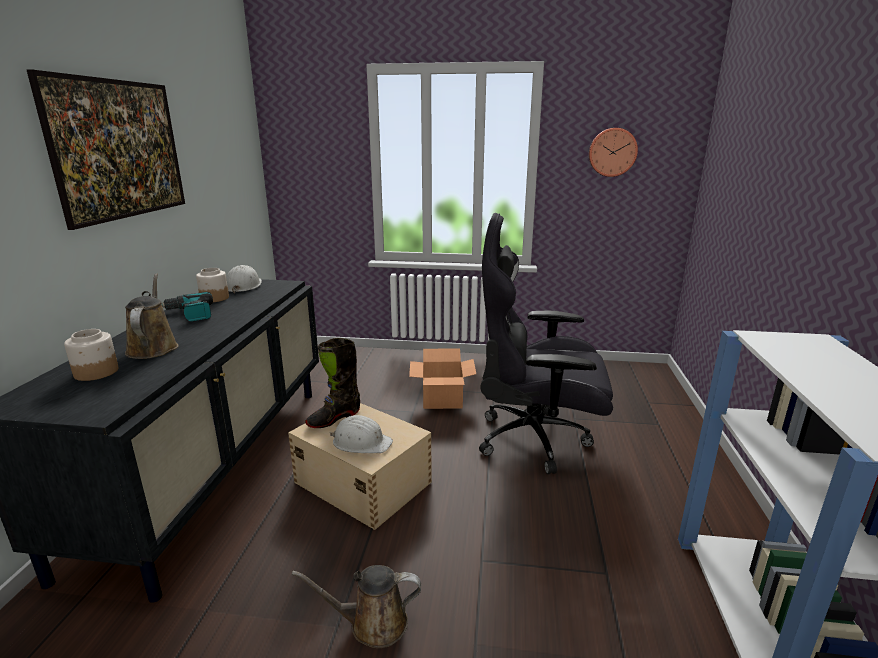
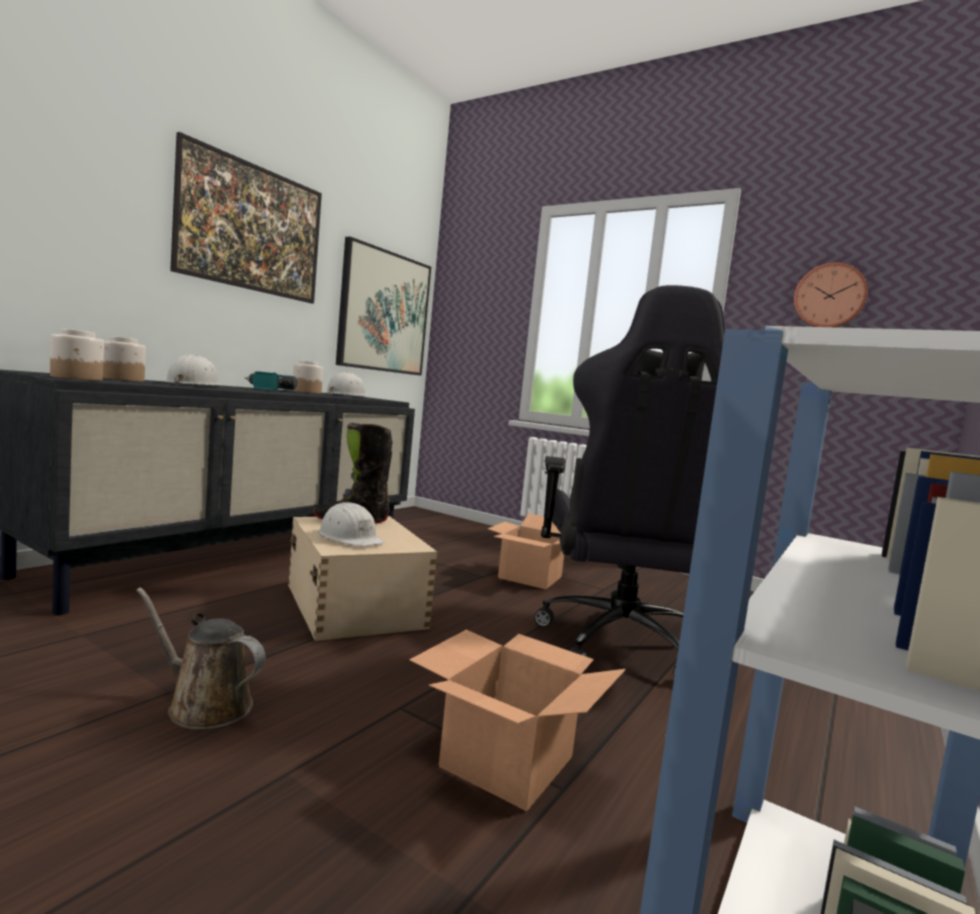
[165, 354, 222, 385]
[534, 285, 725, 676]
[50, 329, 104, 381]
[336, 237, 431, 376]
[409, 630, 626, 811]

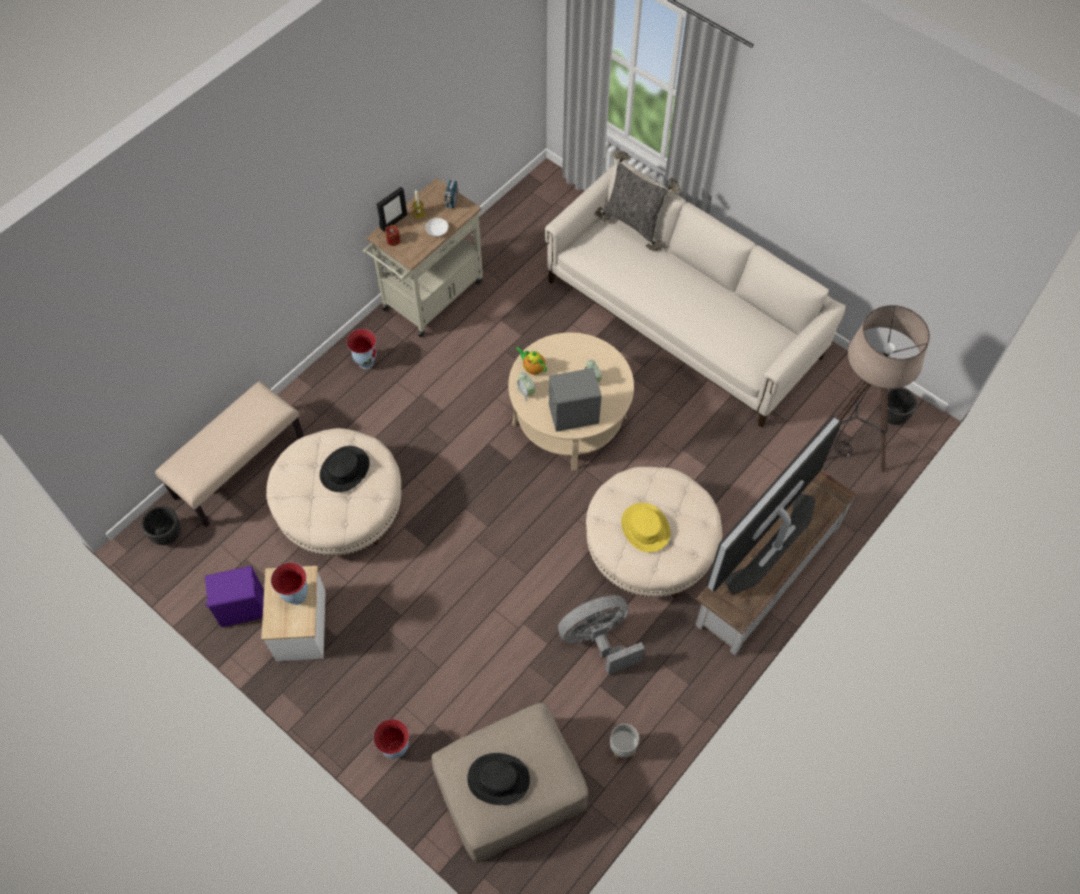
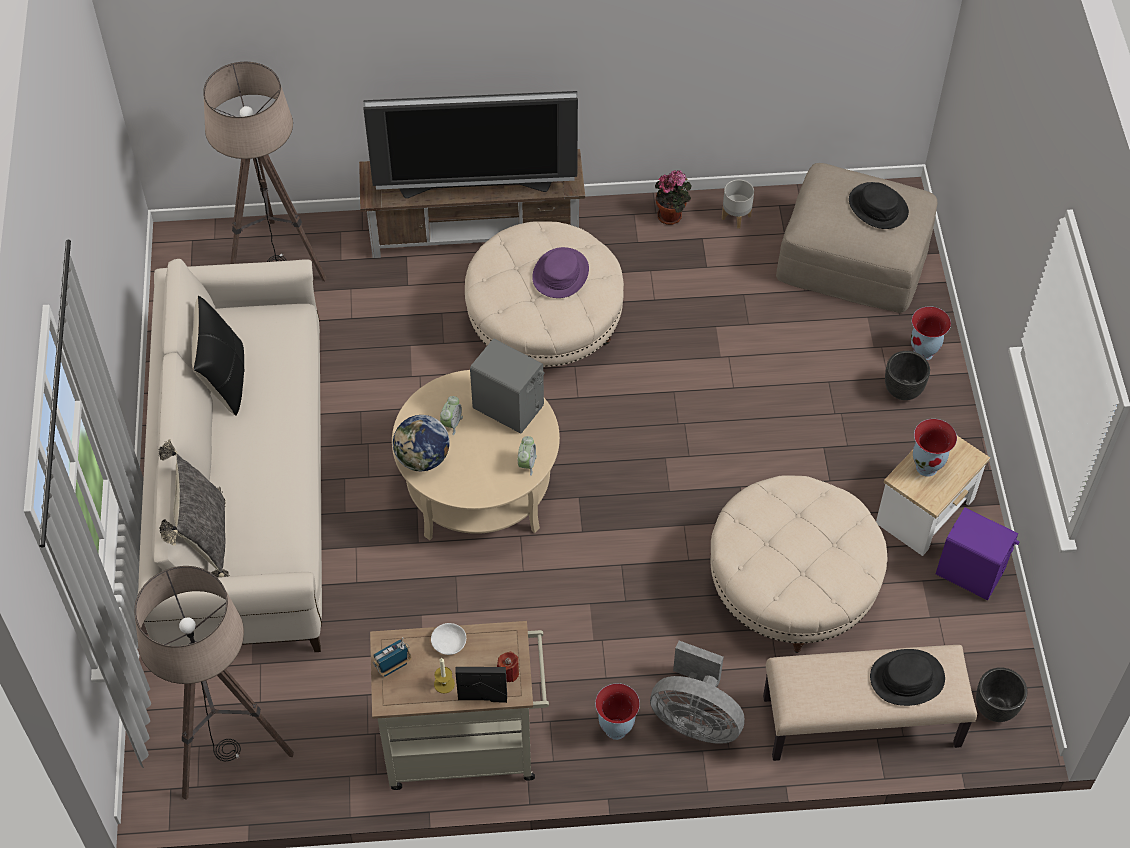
[870, 649, 945, 706]
[516, 347, 547, 375] (first image)
[650, 641, 744, 744]
[532, 247, 589, 298]
[885, 351, 930, 400]
[134, 566, 294, 800]
[192, 296, 245, 416]
[393, 415, 450, 471]
[655, 170, 692, 225]

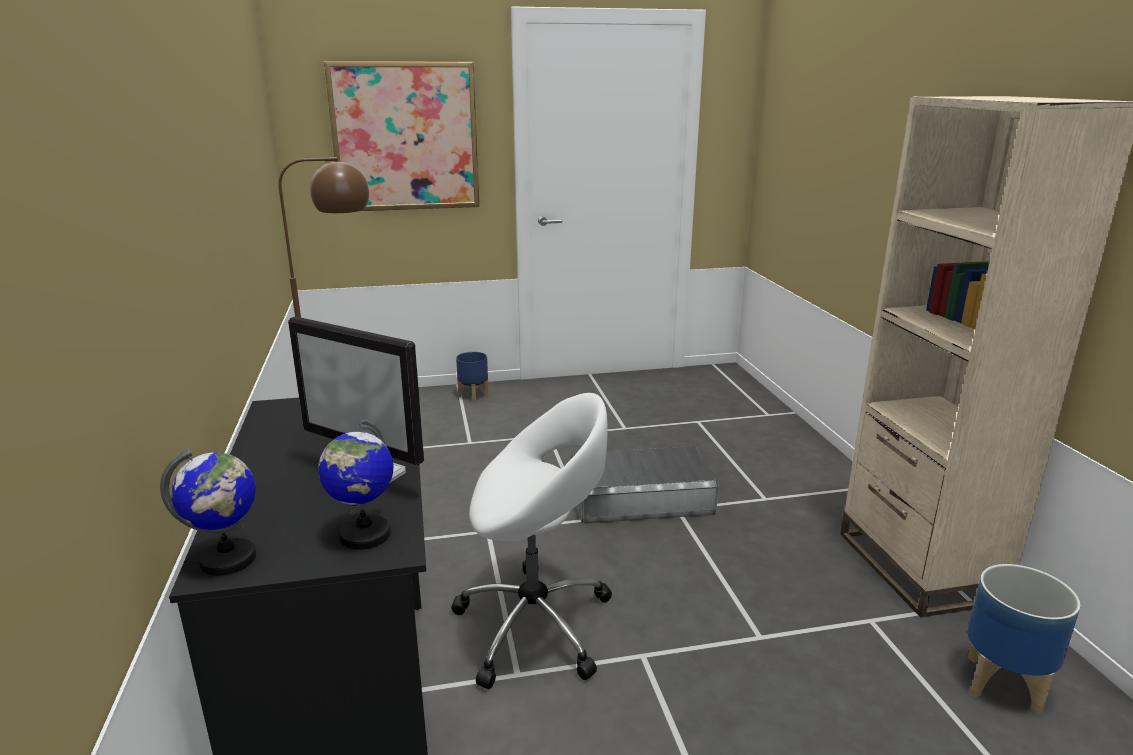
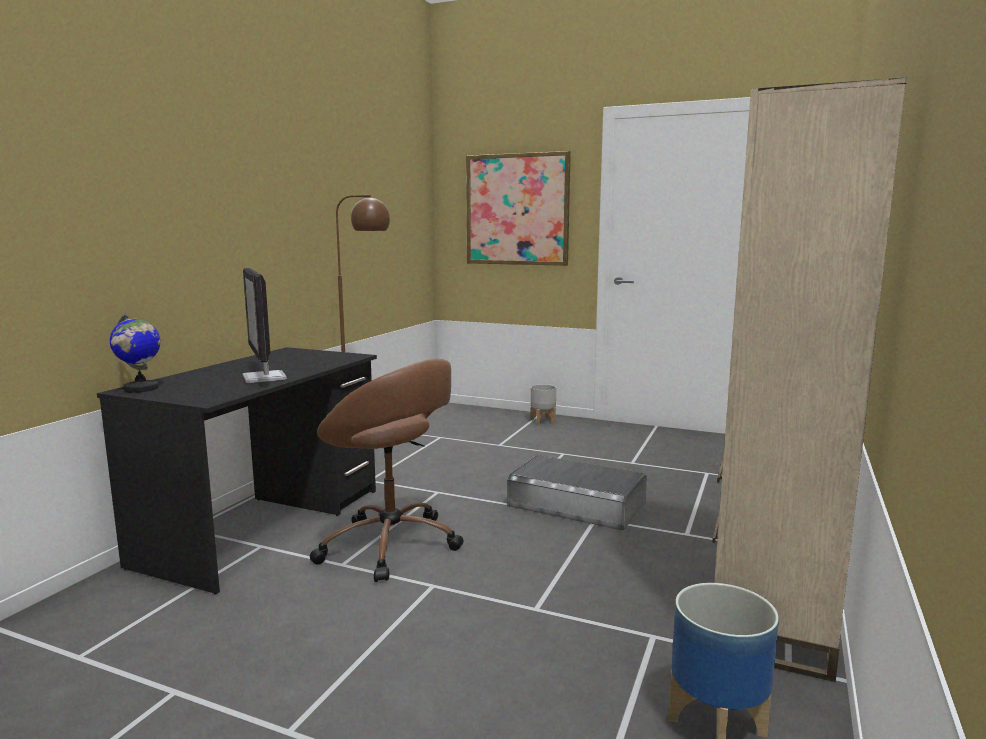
[318, 420, 394, 550] (first image)
[310, 359, 464, 582]
[530, 384, 556, 425]

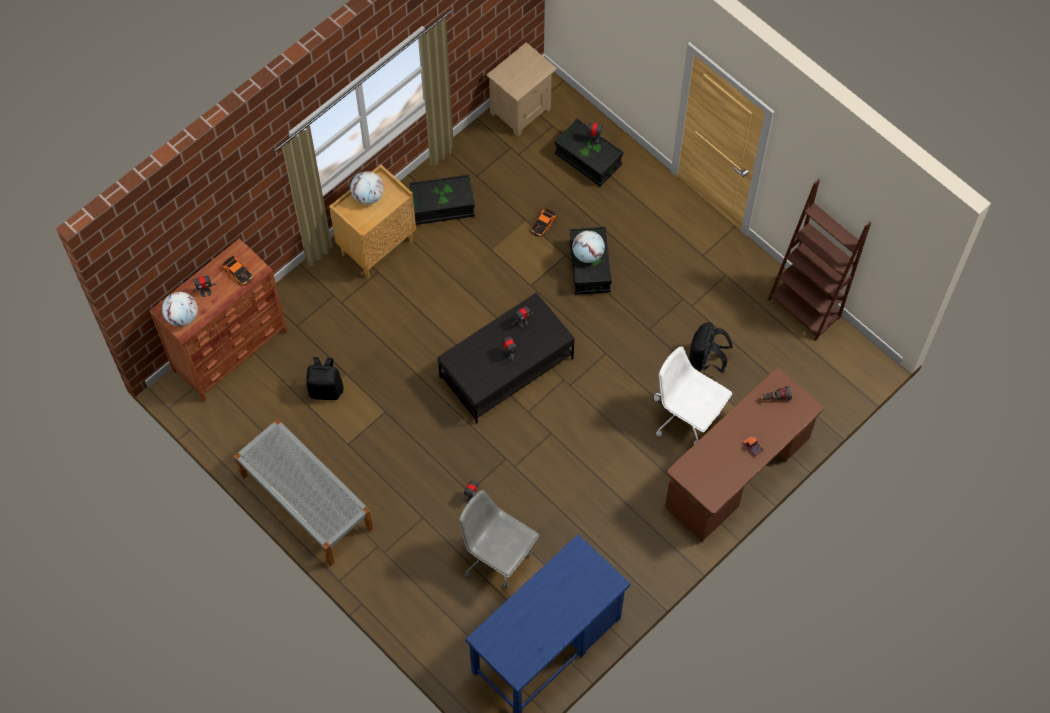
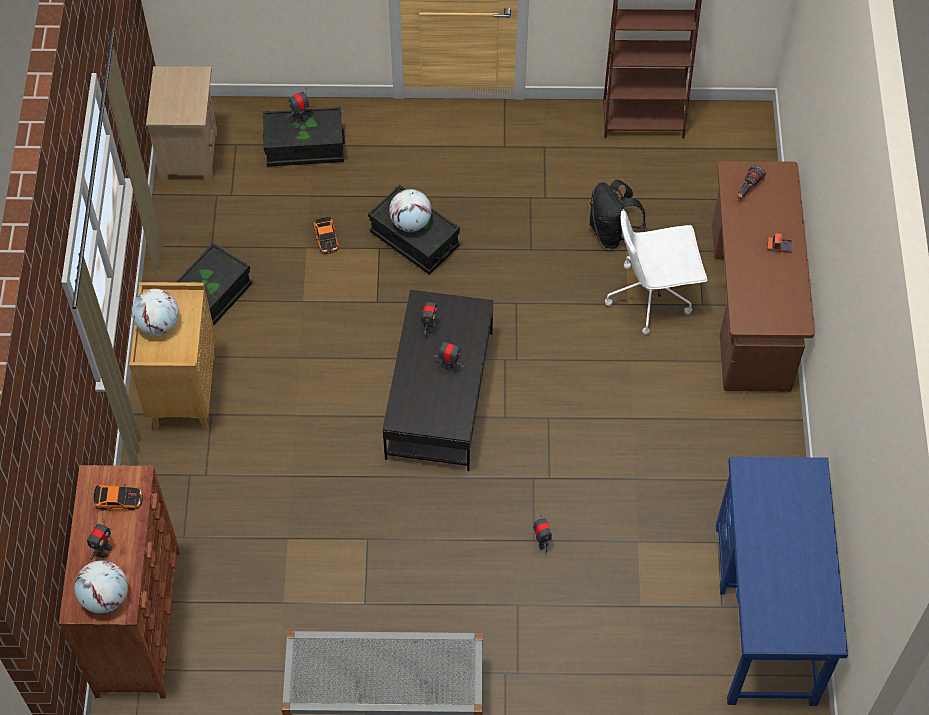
[306, 357, 343, 400] (first image)
[459, 490, 539, 588] (first image)

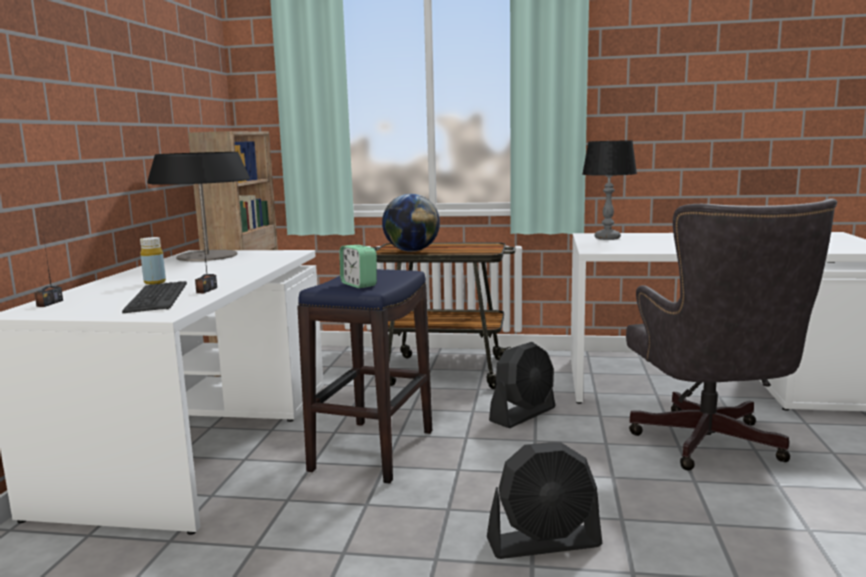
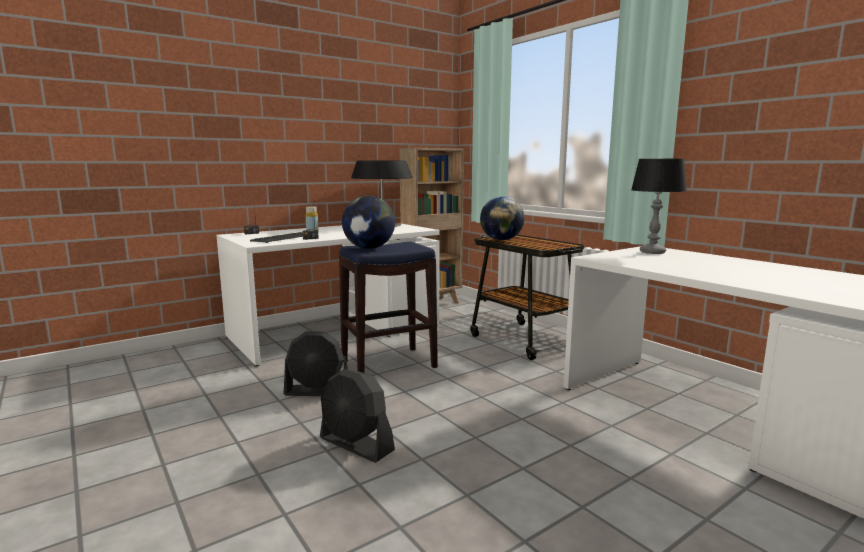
[342, 196, 395, 249]
[283, 331, 349, 396]
[626, 199, 837, 471] (first image)

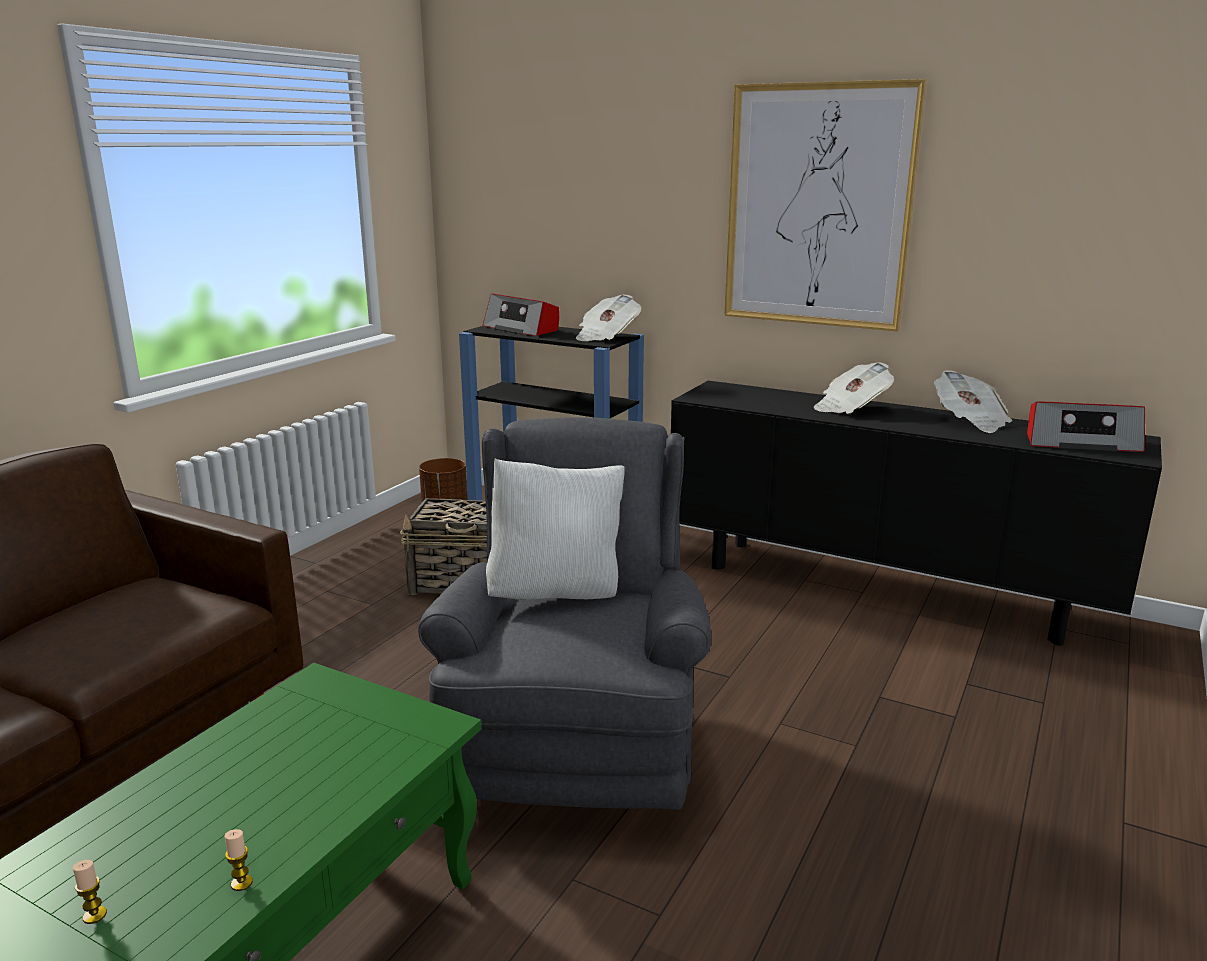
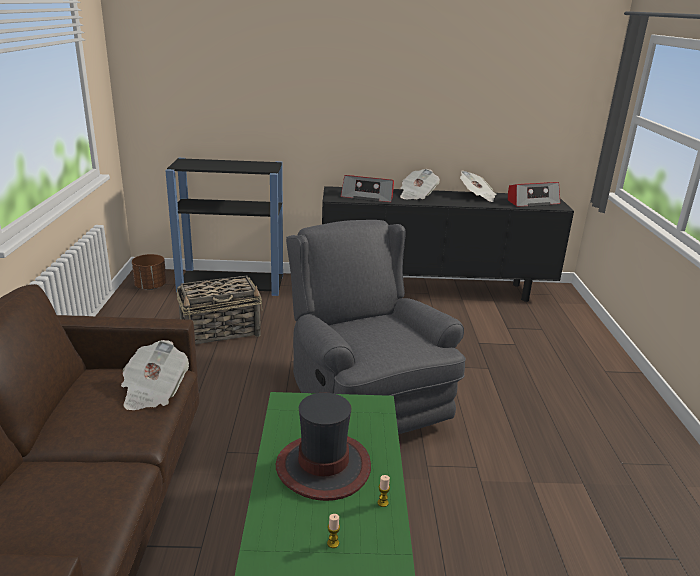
[341, 175, 394, 202]
[486, 459, 625, 600] (first image)
[121, 340, 189, 410]
[724, 79, 926, 331] (first image)
[276, 393, 371, 501]

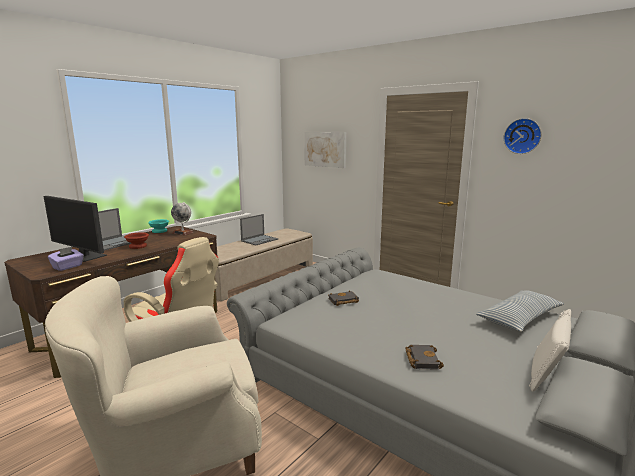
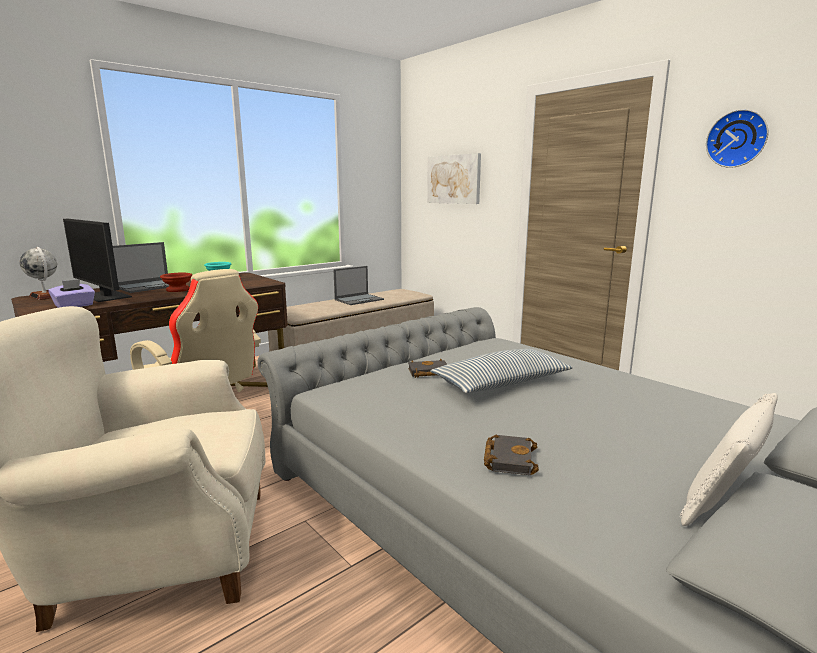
[20, 247, 57, 300]
[430, 349, 573, 393]

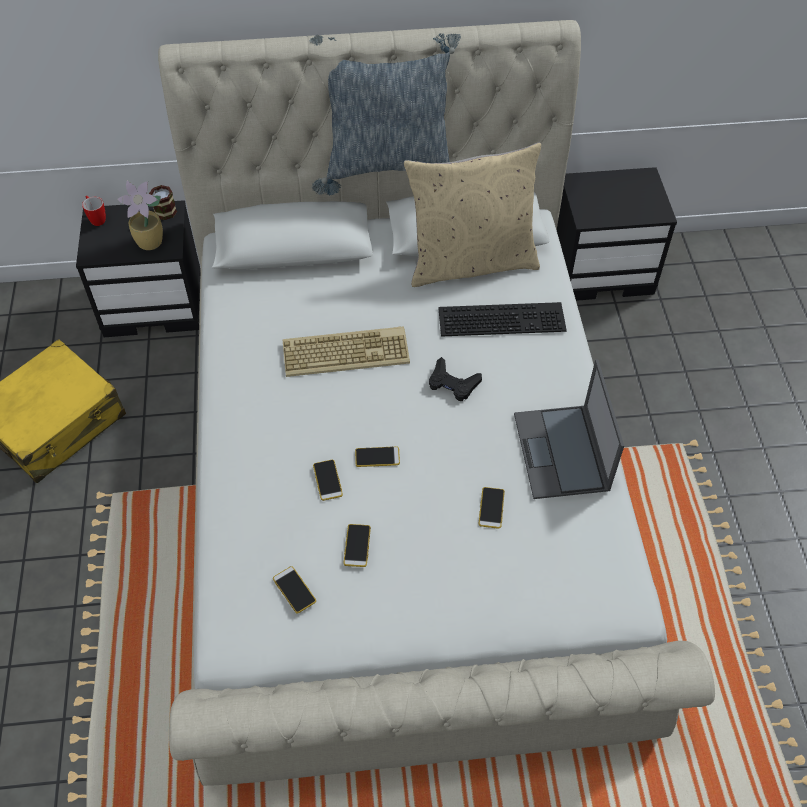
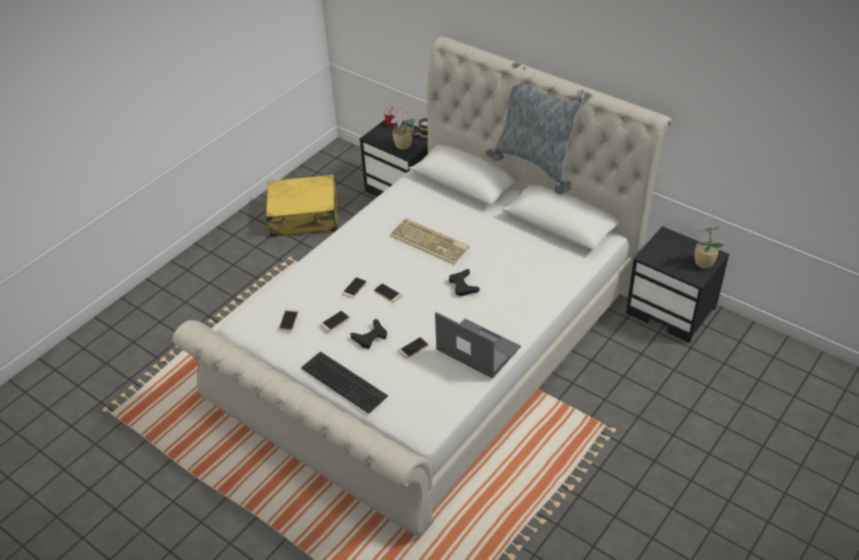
[403, 142, 541, 287] (first image)
[301, 351, 388, 414]
[435, 312, 521, 379]
[350, 319, 387, 349]
[694, 226, 725, 269]

